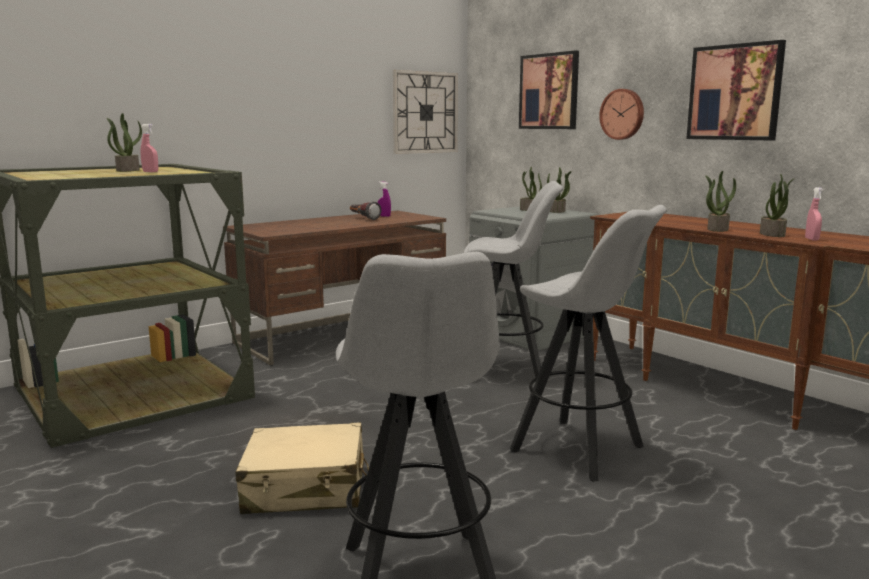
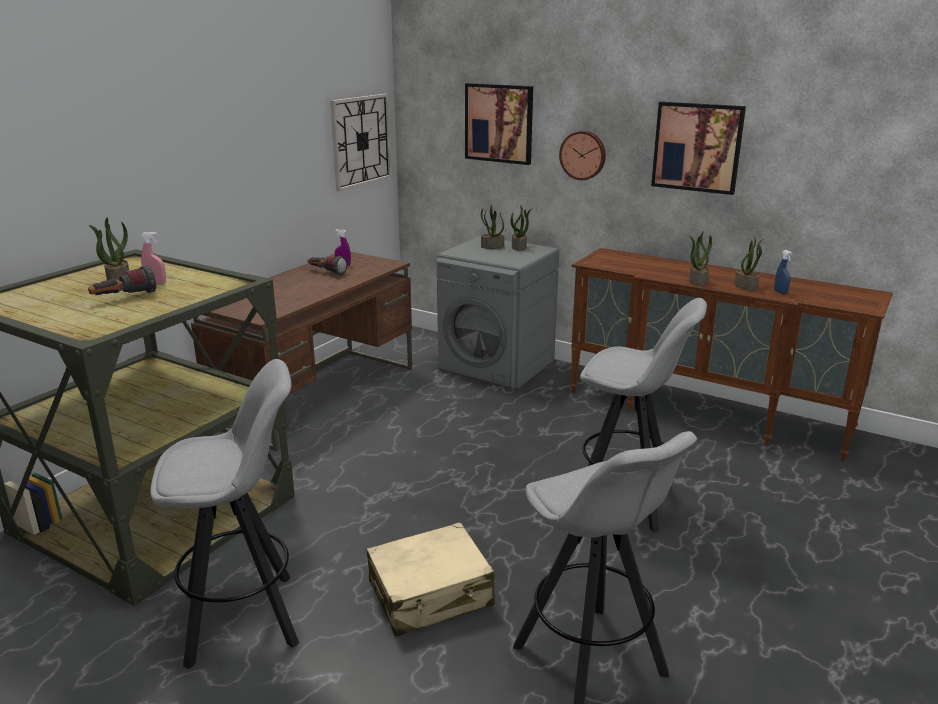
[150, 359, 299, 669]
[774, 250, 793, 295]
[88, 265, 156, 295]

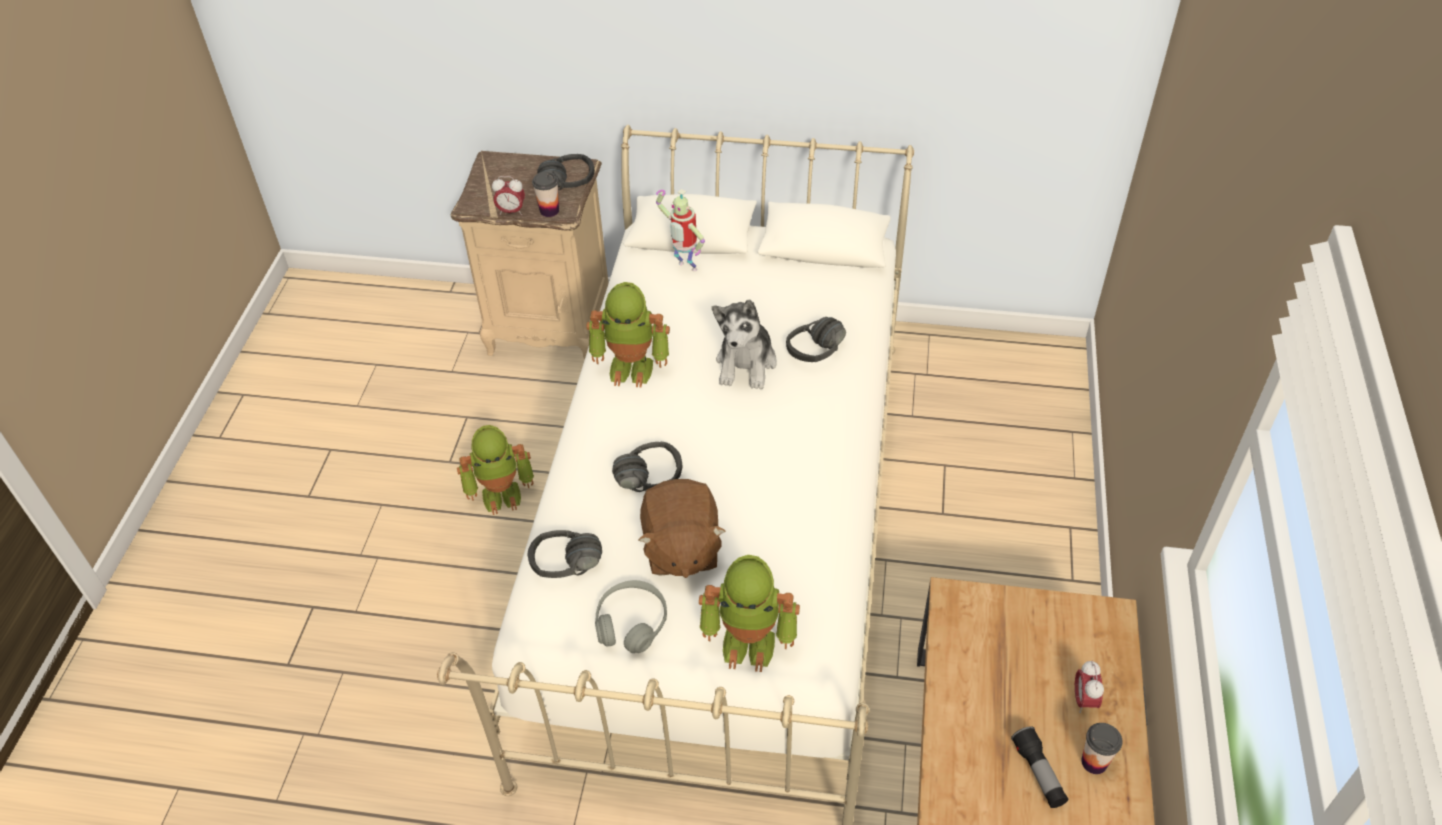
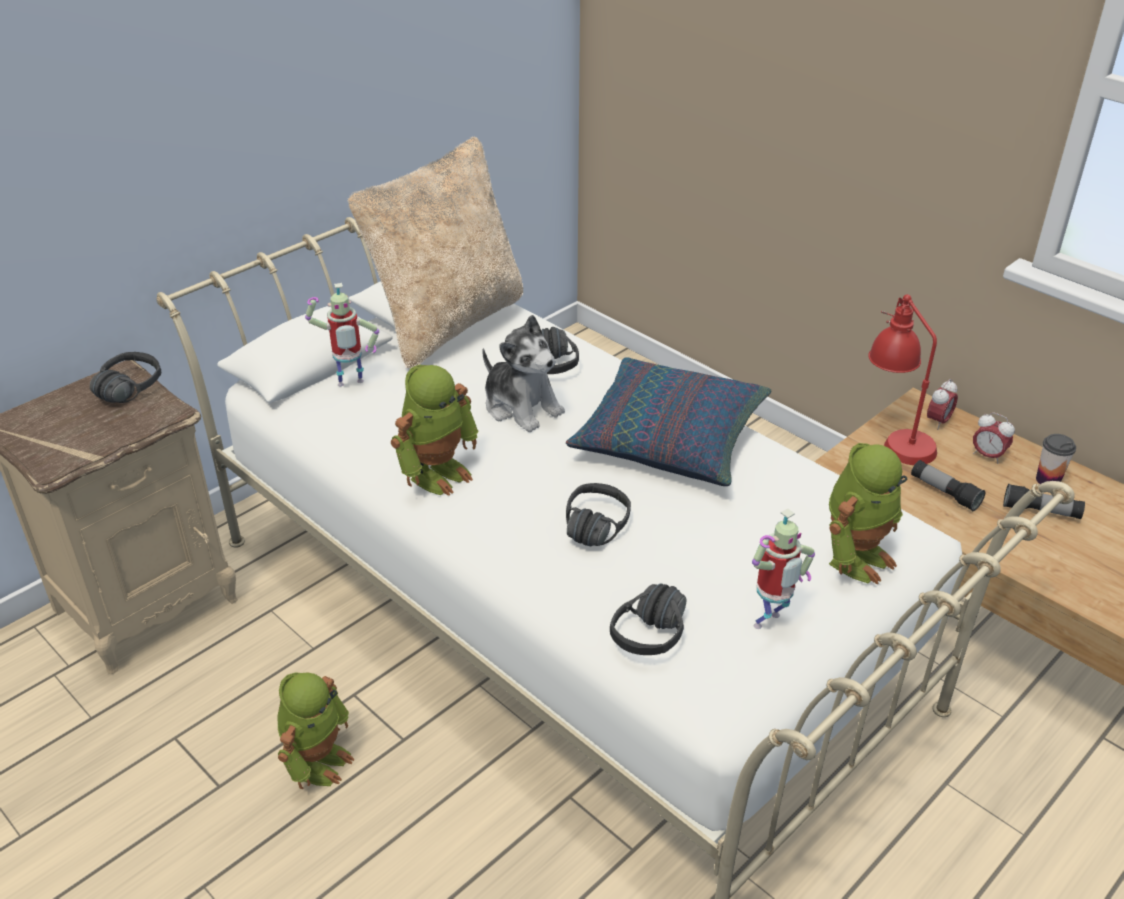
[927, 379, 958, 430]
[532, 172, 559, 217] (first image)
[752, 508, 815, 629]
[638, 479, 725, 578] (first image)
[347, 136, 523, 369]
[566, 357, 771, 486]
[868, 294, 937, 465]
[911, 460, 986, 511]

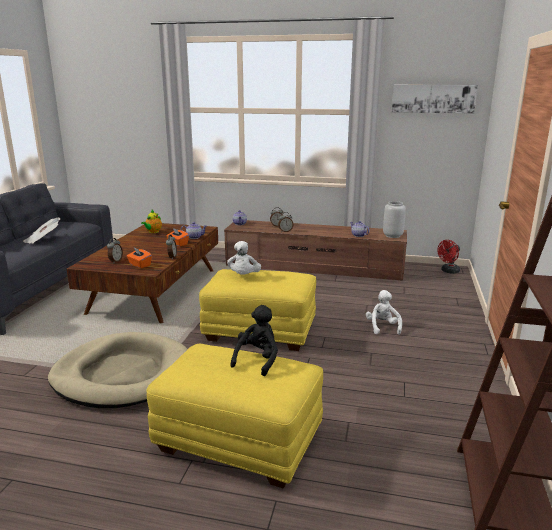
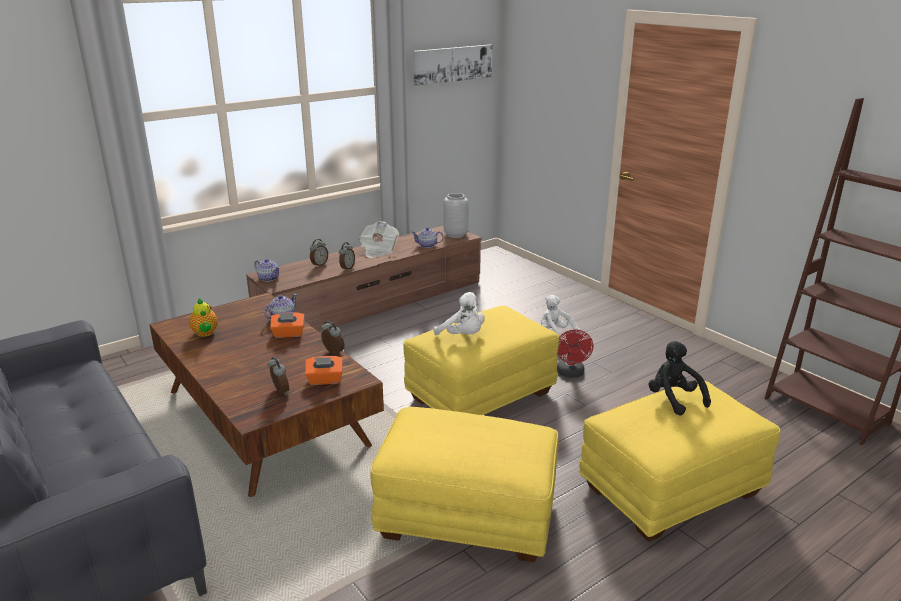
[359, 221, 399, 258]
[370, 407, 558, 562]
[557, 329, 593, 378]

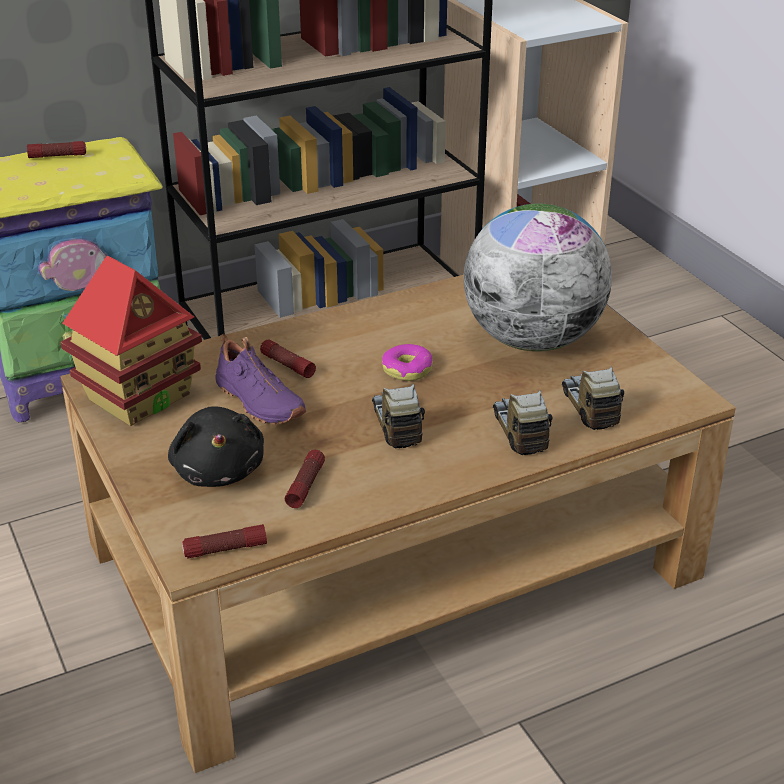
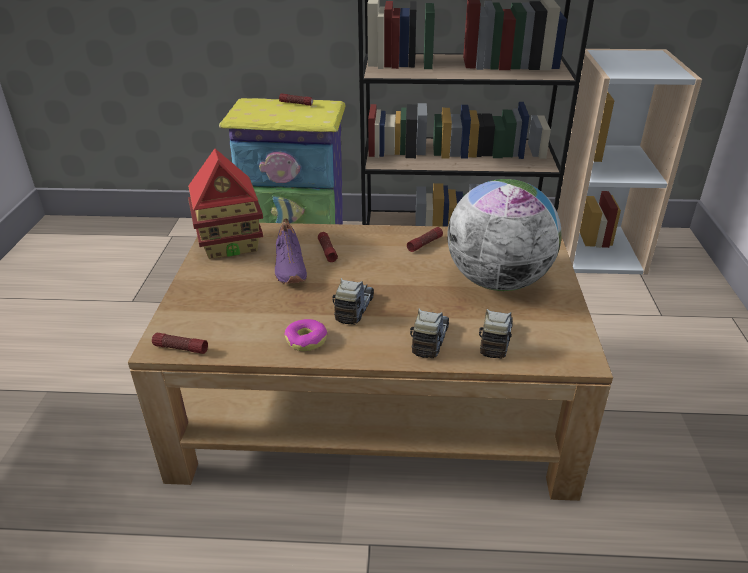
[168, 406, 264, 487] (first image)
[407, 227, 443, 252]
[285, 319, 328, 351]

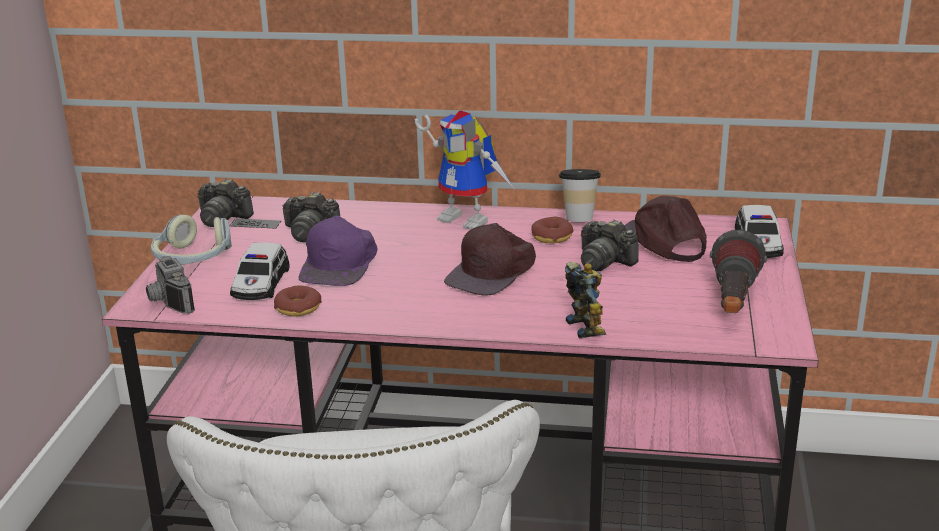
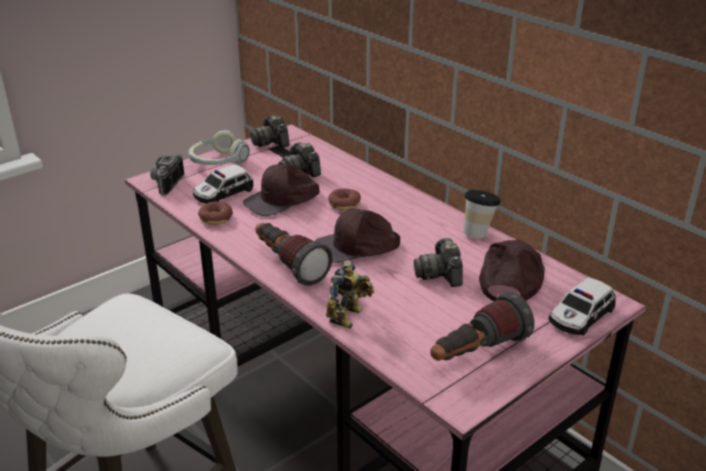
[243, 164, 320, 216]
[415, 110, 516, 229] (first image)
[328, 188, 361, 210]
[255, 223, 333, 286]

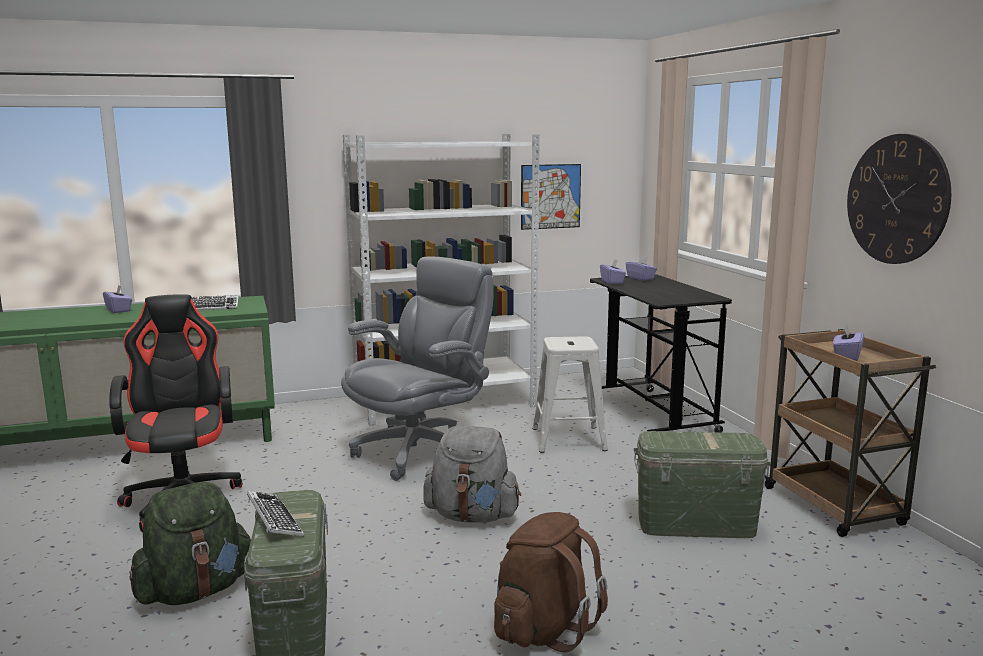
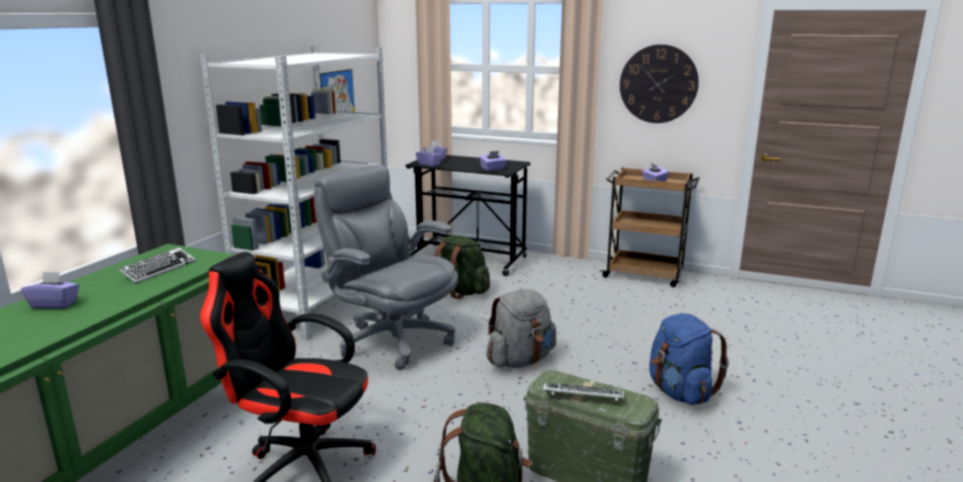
[314, 164, 458, 370]
[649, 314, 729, 405]
[434, 236, 490, 299]
[634, 431, 771, 538] (first image)
[479, 151, 507, 171]

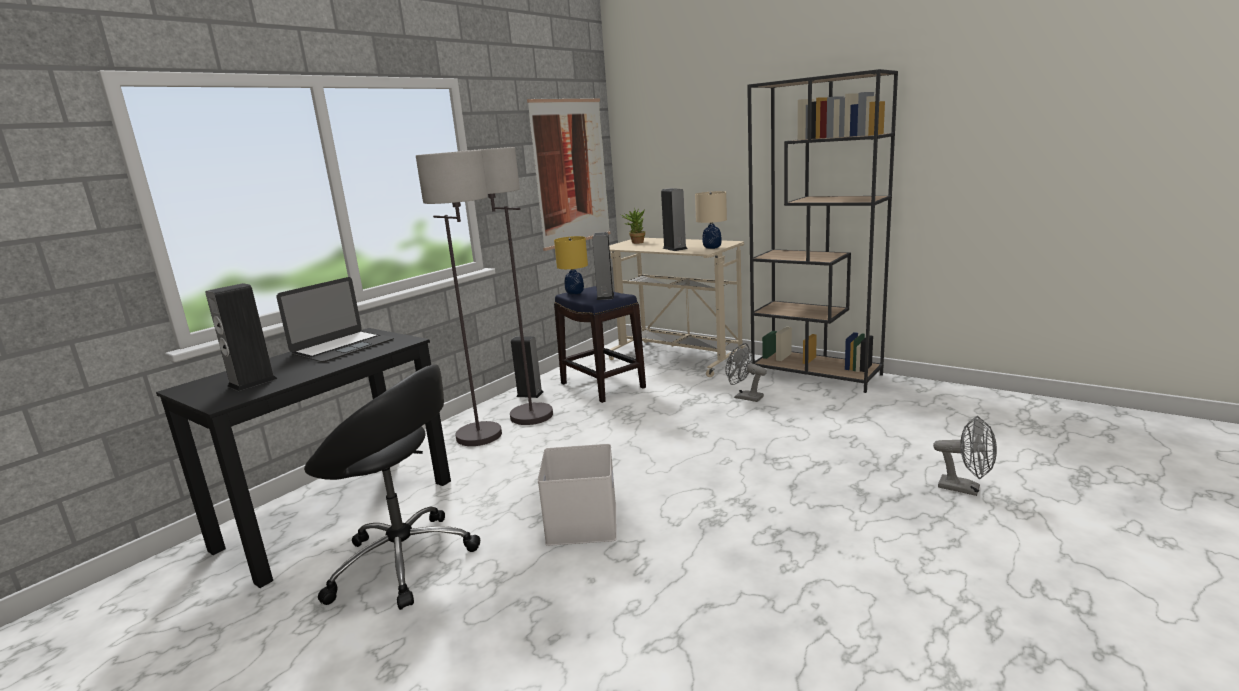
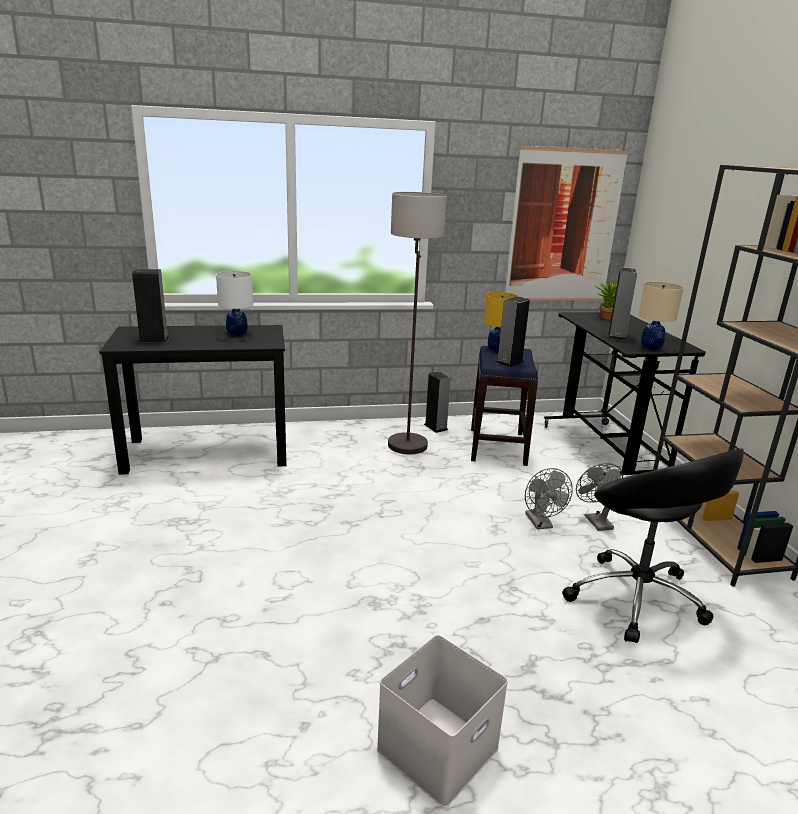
[216, 271, 253, 336]
[562, 449, 744, 643]
[416, 150, 502, 446] (first image)
[376, 635, 508, 808]
[544, 312, 706, 475]
[525, 468, 573, 530]

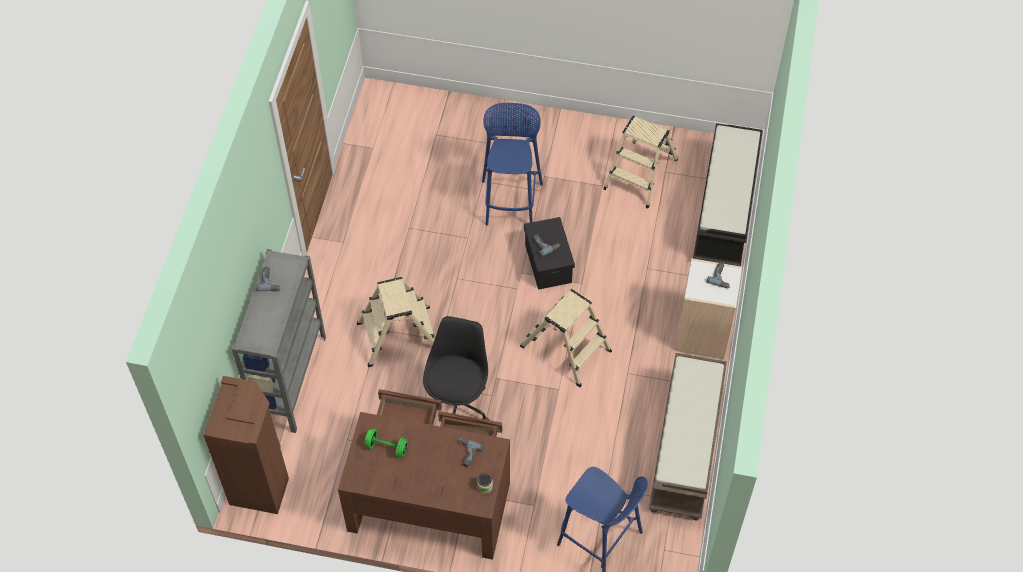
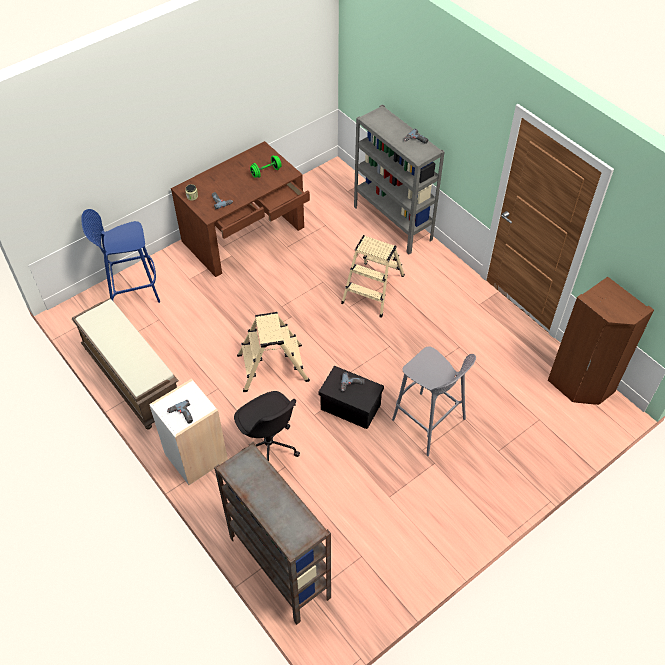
[548, 277, 654, 405]
[234, 391, 300, 461]
[392, 346, 476, 456]
[603, 115, 678, 209] (first image)
[214, 441, 331, 625]

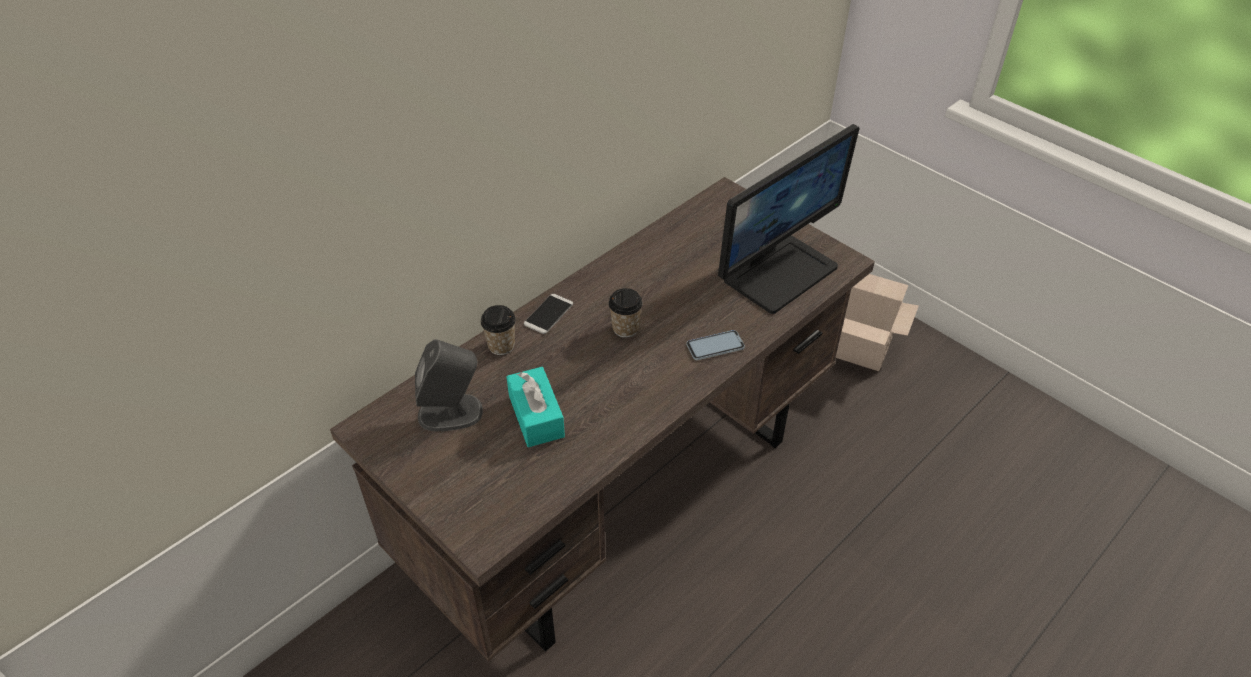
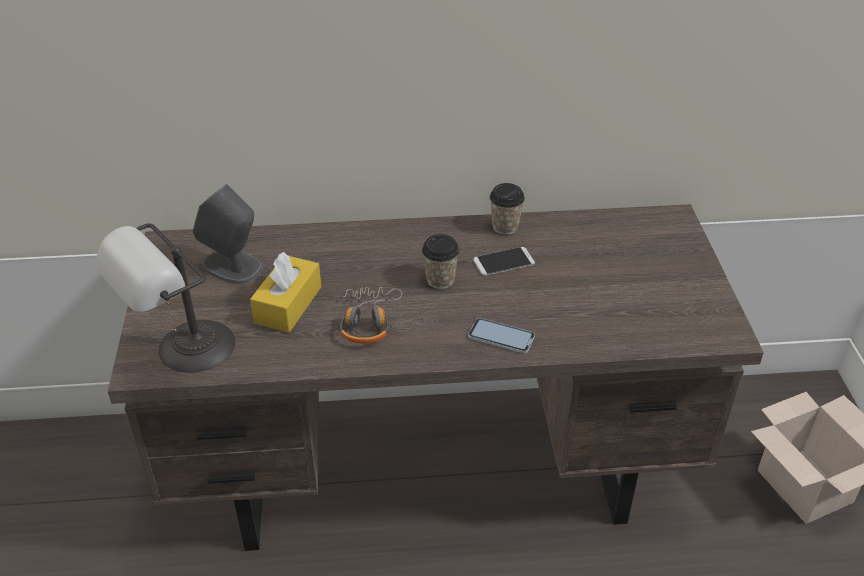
[490, 183, 525, 235]
[250, 252, 321, 333]
[473, 247, 535, 276]
[718, 124, 859, 314] (first image)
[96, 223, 235, 373]
[334, 287, 402, 344]

